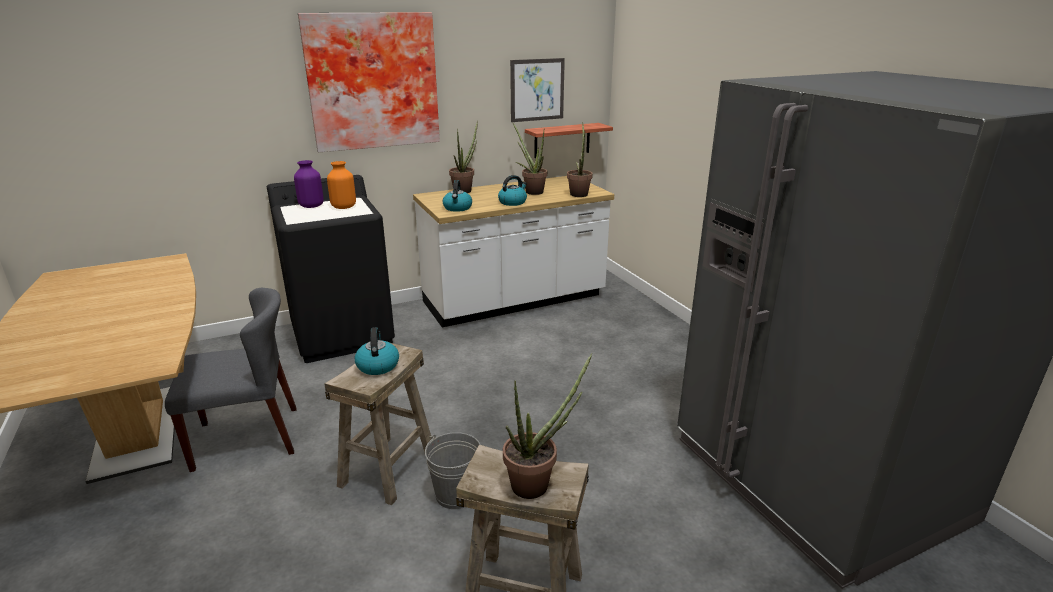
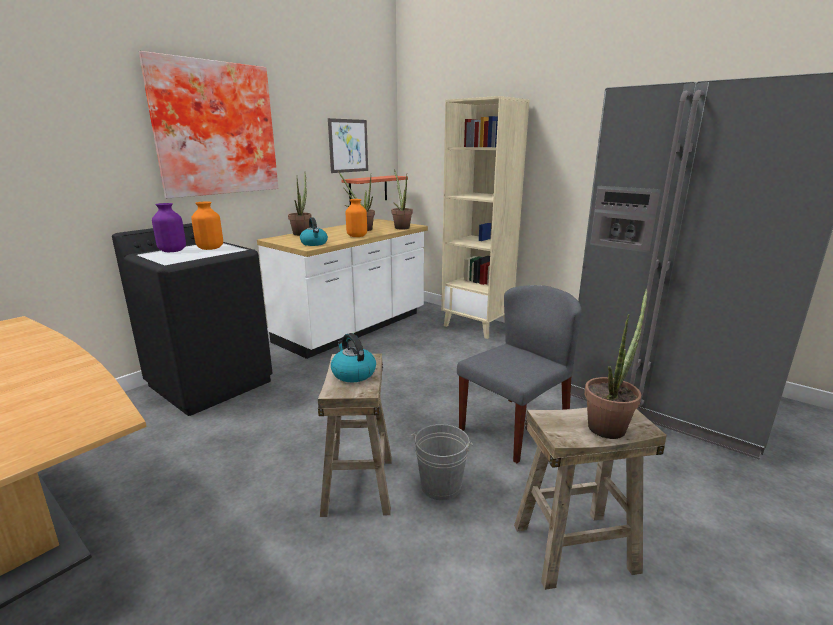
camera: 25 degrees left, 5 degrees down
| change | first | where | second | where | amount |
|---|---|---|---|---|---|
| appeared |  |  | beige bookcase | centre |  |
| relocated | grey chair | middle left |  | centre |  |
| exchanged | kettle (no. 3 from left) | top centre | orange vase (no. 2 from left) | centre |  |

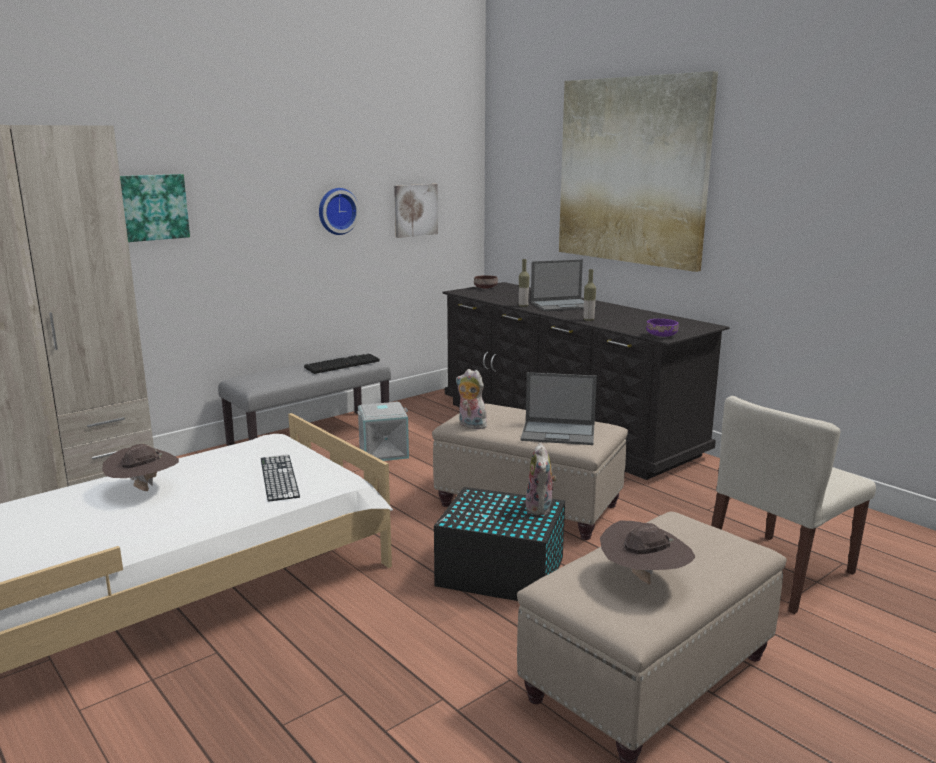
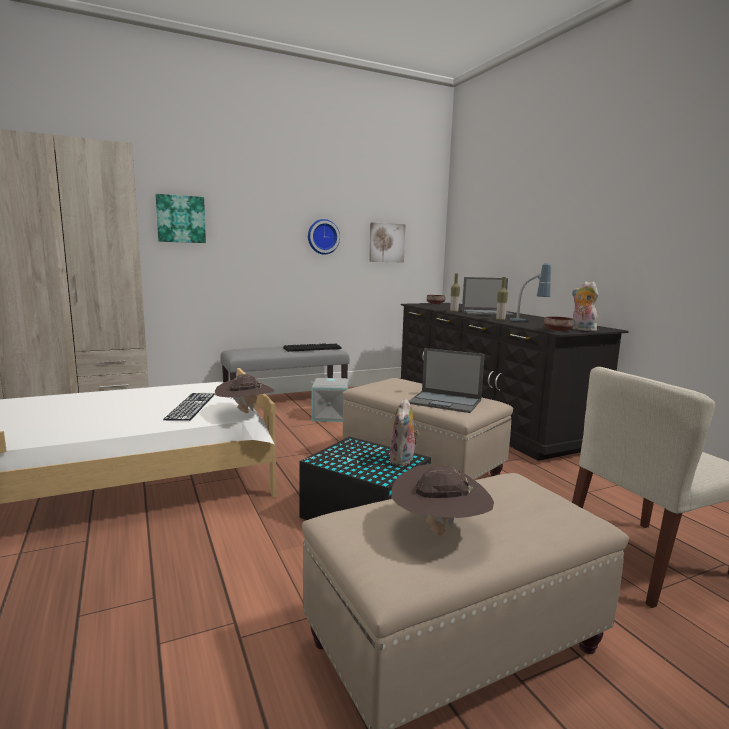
camera: 15 degrees right, 5 degrees down
| change | first | where | second | where | amount |
|---|---|---|---|---|---|
| missing | picture (no. 3 from left) | top right |  |  |  |
| appeared |  |  | table lamp | middle right |  |
| relocated | brown hat (no. 1 from left) | middle left |  | centre |  |
| relocated | plush toy (no. 1 from left in the first image) | centre | plush toy (no. 2 from left) | middle right |  |
| colour | purple bowl | middle right | brown bowl (no. 2 from left) | middle right |  |

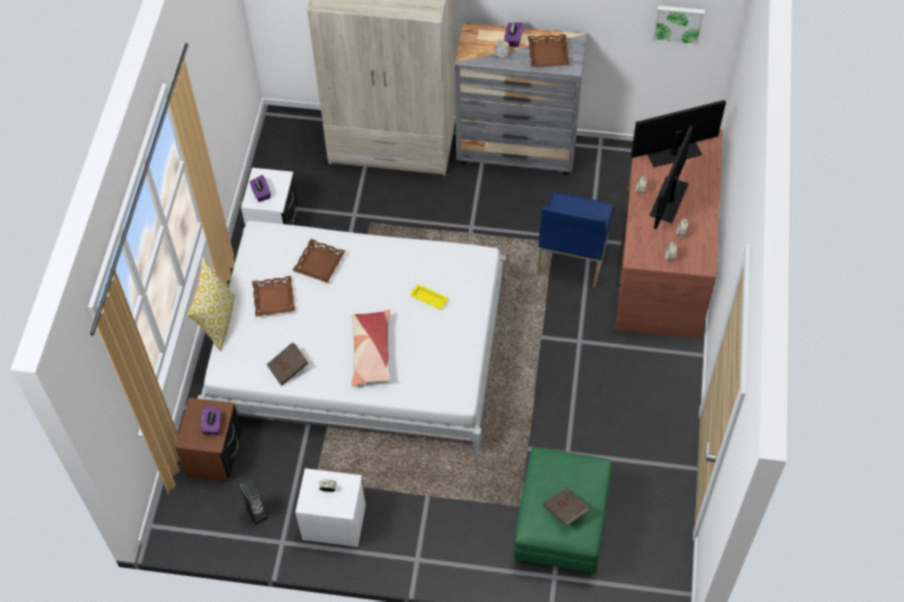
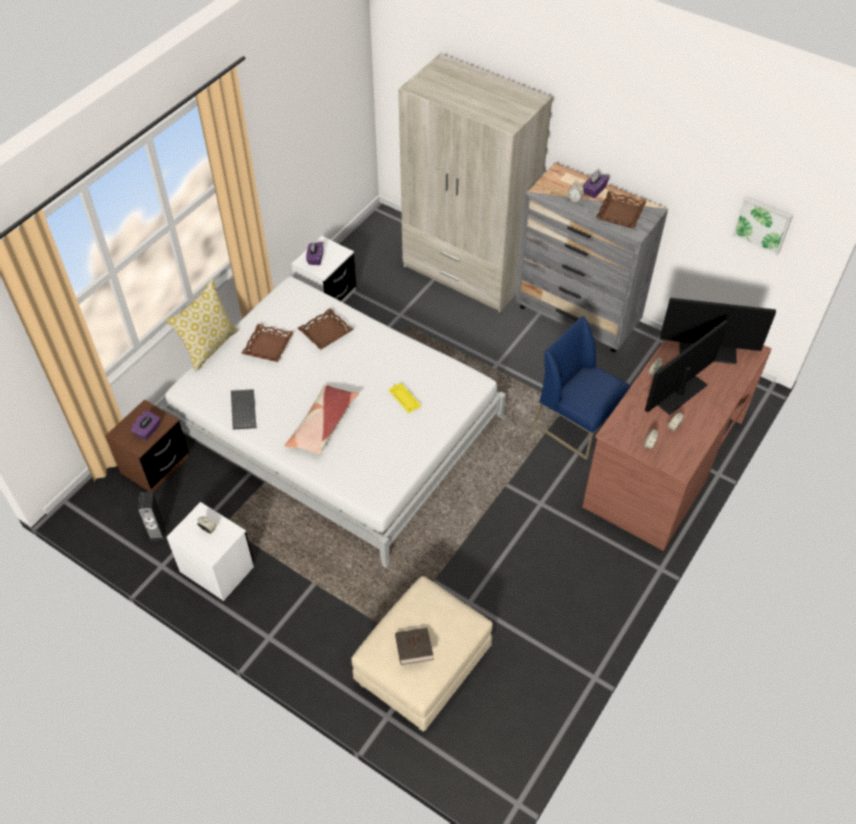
camera: 25 degrees right, 5 degrees down
| change | first | where | second | where | amount |
|---|---|---|---|---|---|
| exchanged | brown book (no. 1 from left) | middle left | keyboard | middle left |  |
| colour | green ottoman | bottom centre | beige ottoman | bottom centre |  |
| spun | blue chair | centre |  | middle right | 90 degrees clockwise |

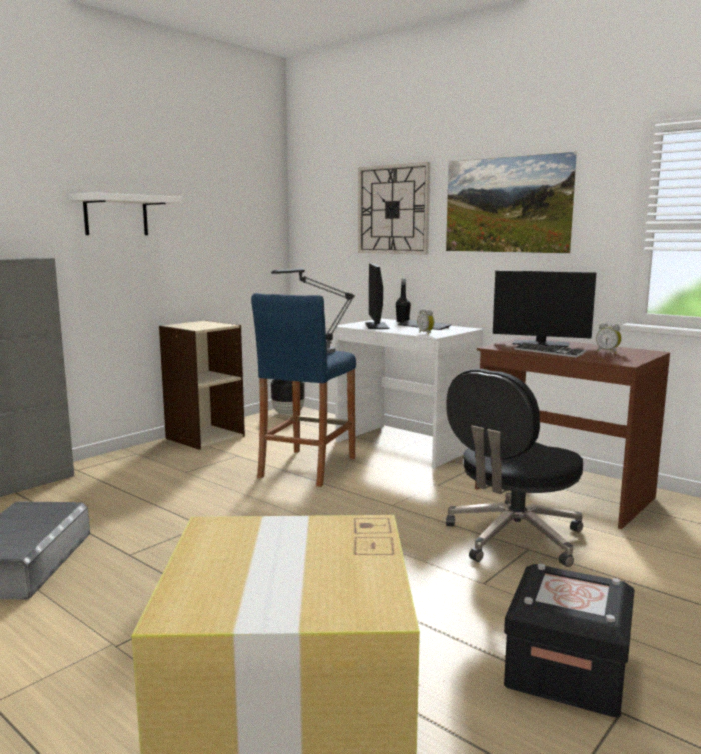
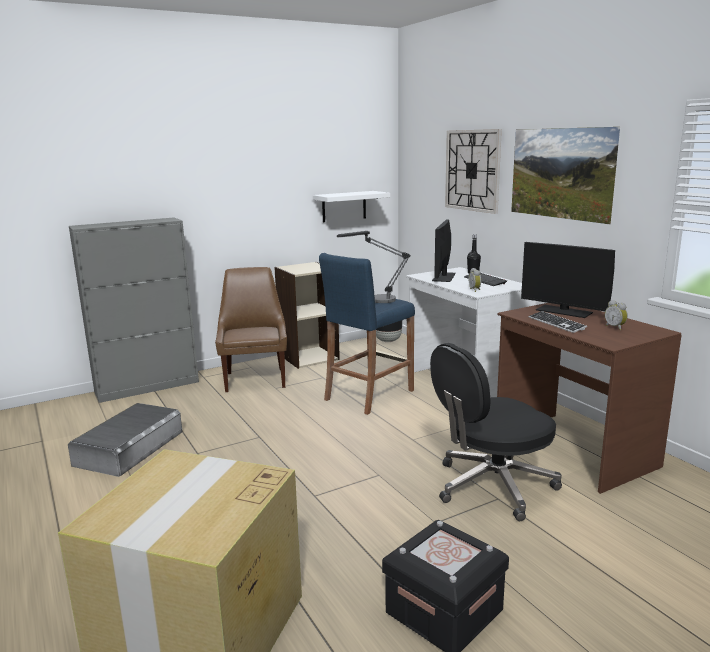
camera: 20 degrees right, 5 degrees up
| change | first | where | second | where | amount |
|---|---|---|---|---|---|
| appeared |  |  | brown chair | centre |  |
| relocated | white shelf | top left |  | top centre |  |

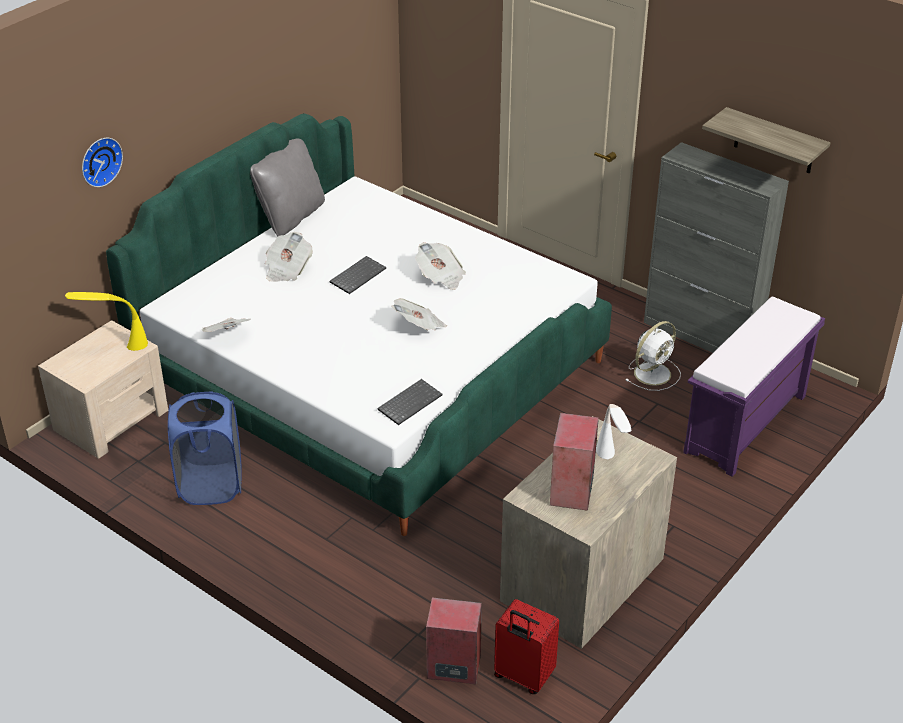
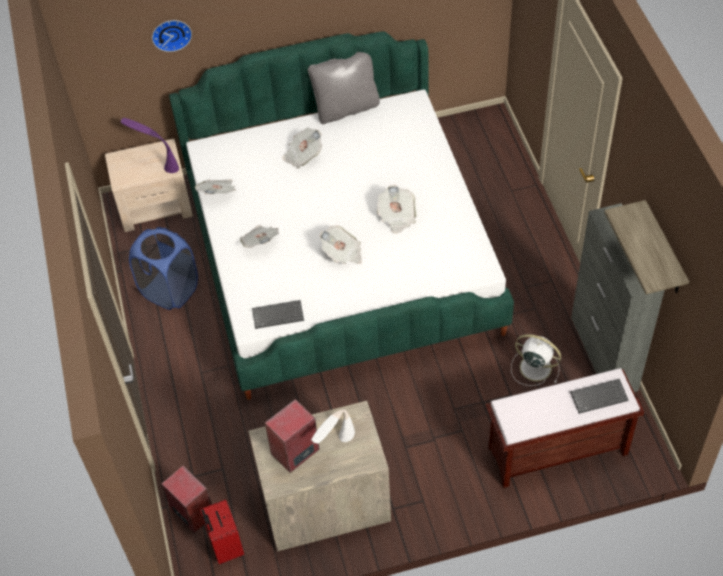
camera: 40 degrees right, 15 degrees up
| change | first | where | second | where | amount |
|---|---|---|---|---|---|
| appeared |  |  | newspaper (no. 2 from left) | centre |  |
| relocated | keyboard (no. 1 from left in the first image) | centre | keyboard (no. 2 from left) | bottom right |  |
| colour | yellow table lamp | middle left | purple table lamp | top left |  |
| colour | purple bench | middle right | brown bench | bottom right |  |
| spun | white fan | middle right |  | middle right | 150 degrees counterclockwise |

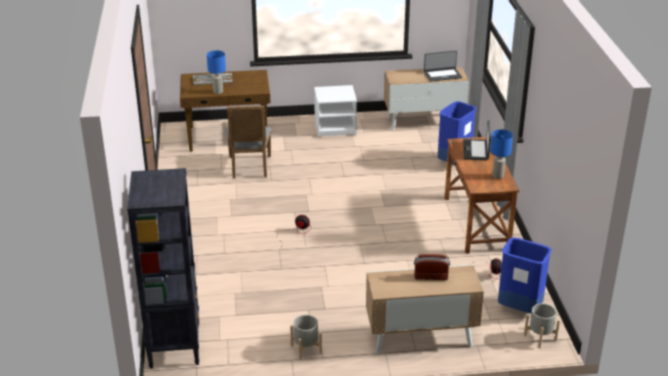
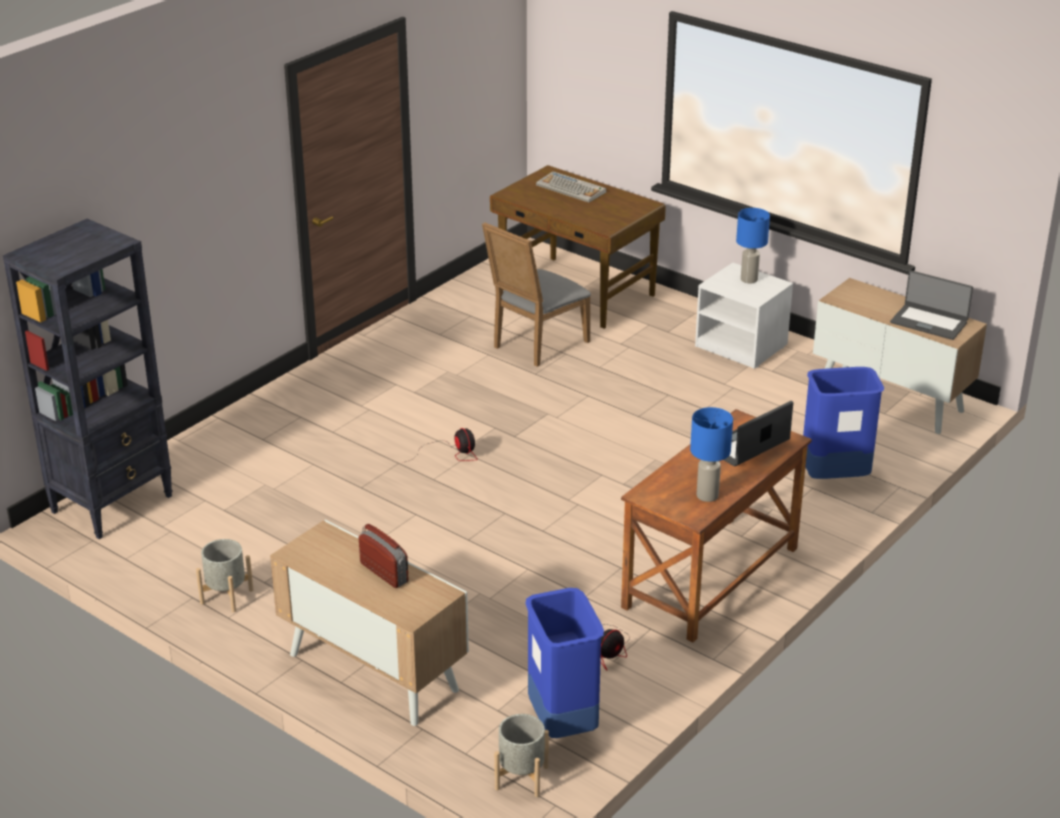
camera: 45 degrees right, 0 degrees up
| change | first | where | second | where | amount |
|---|---|---|---|---|---|
| relocated | blue table lamp (no. 1 from left in the first image) | top left | blue table lamp (no. 2 from left) | top right |  |

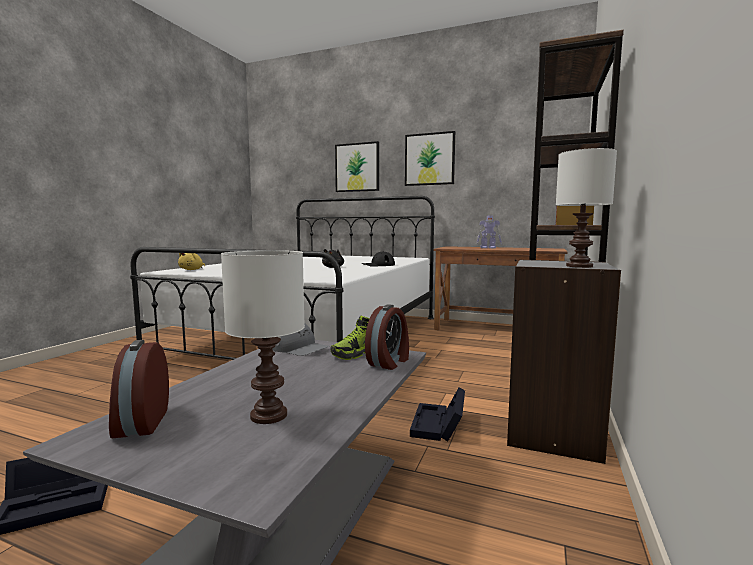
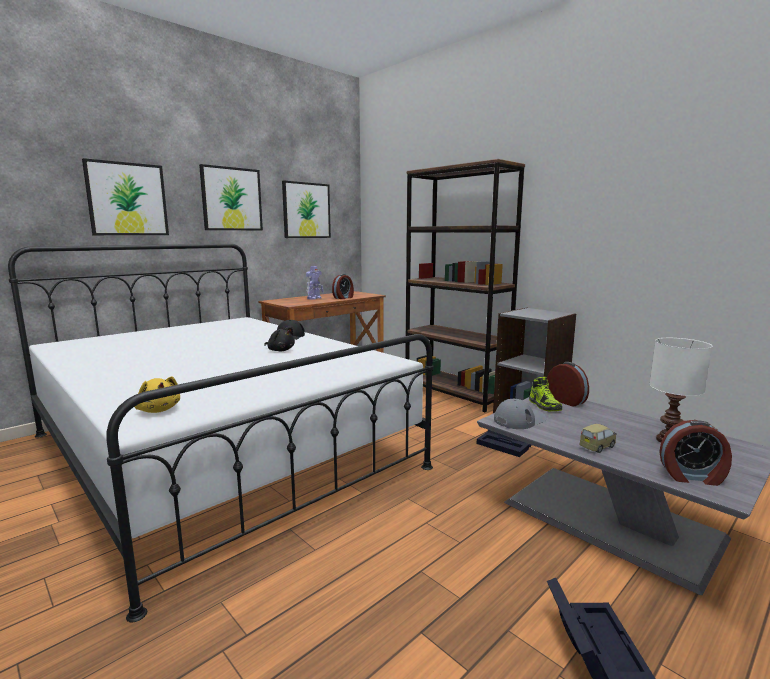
camera: 65 degrees left, 5 degrees up
| change | first | where | second | where | amount |
|---|---|---|---|---|---|
| missing | white table lamp (no. 2 from left) | middle right |  |  |  |
| appeared |  |  | picture (no. 3 from left) | top centre |  |
| appeared |  |  | alarm clock (no. 1 from left) | centre |  |
| appeared |  |  | toy car | middle right |  |

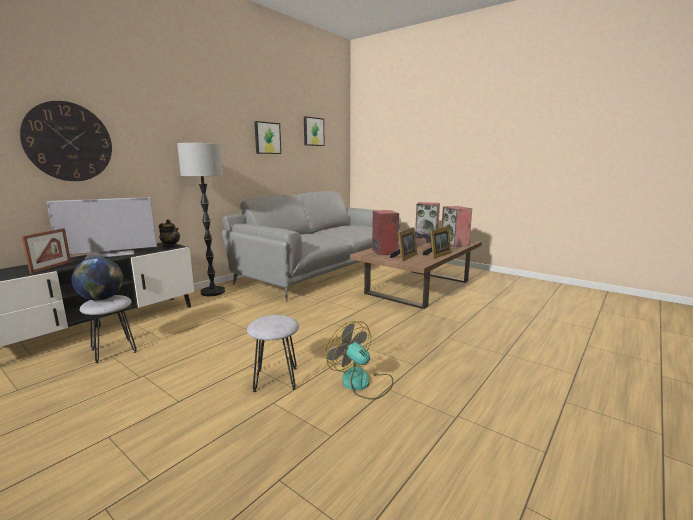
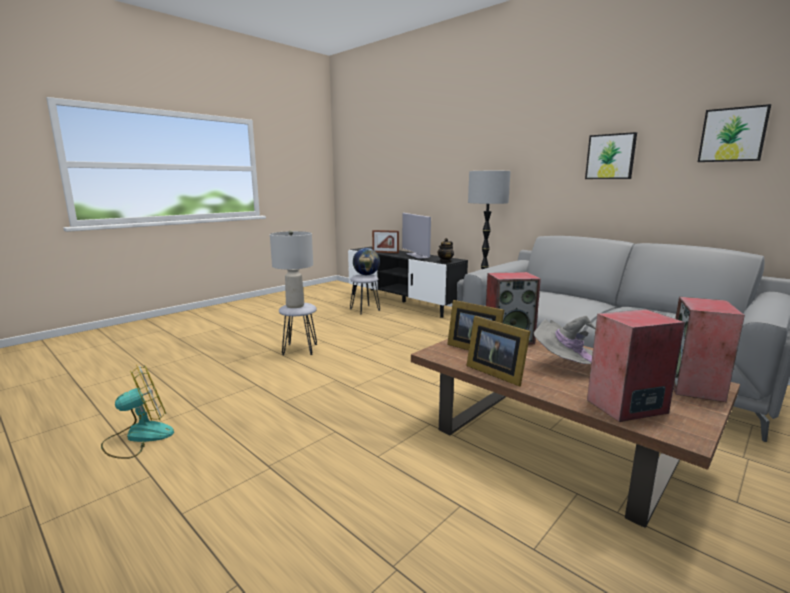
camera: 95 degrees right, 0 degrees up
| change | first | where | second | where | amount |
|---|---|---|---|---|---|
| missing | wall clock | top left |  |  |  |
| appeared |  |  | grey table lamp | centre |  |
| relocated | fan | bottom centre |  | bottom left |  |

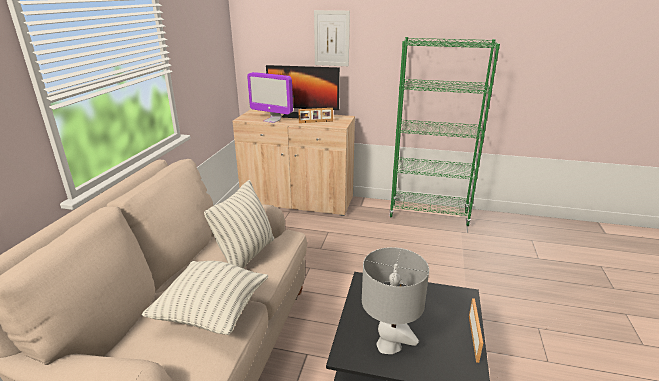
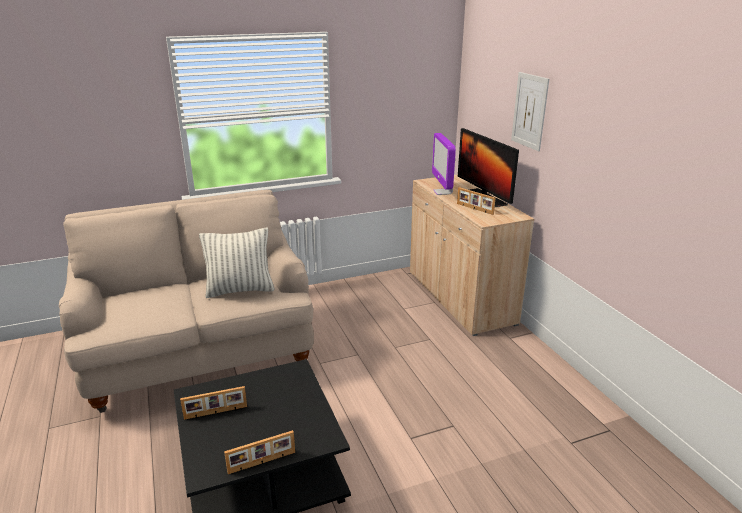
camera: 55 degrees right, 0 degrees up
| change | first | where | second | where | amount |
|---|---|---|---|---|---|
| missing | pillow (no. 1 from left) | bottom left |  |  |  |
| missing | green bookcase | middle right |  |  |  |
| exchanged | grey table lamp | bottom centre | picture frame (no. 1 from left) | bottom left |  |

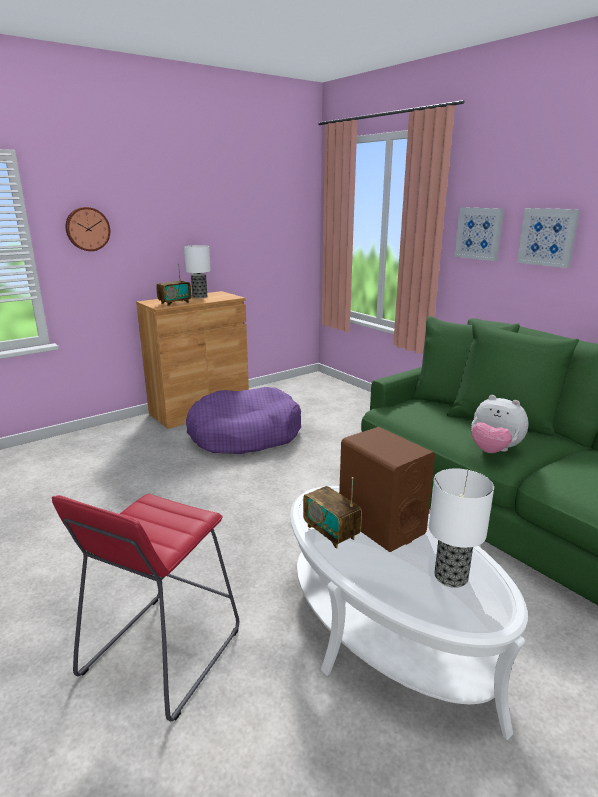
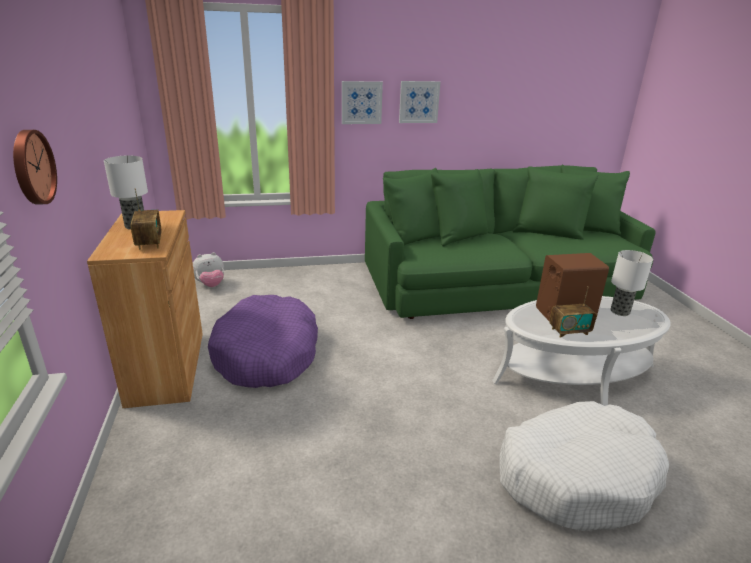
camera: 65 degrees left, 5 degrees up
| change | first | where | second | where | amount |
|---|---|---|---|---|---|
| relocated | plush toy | middle right |  | middle left |  |
| exchanged | red stool | bottom left | white dog bed | bottom right |  |

